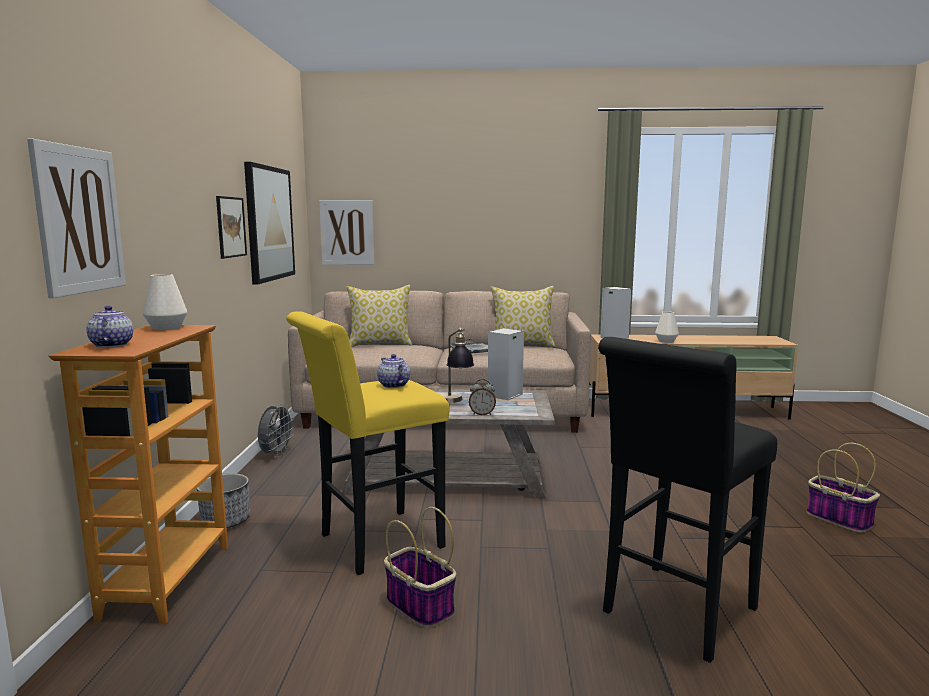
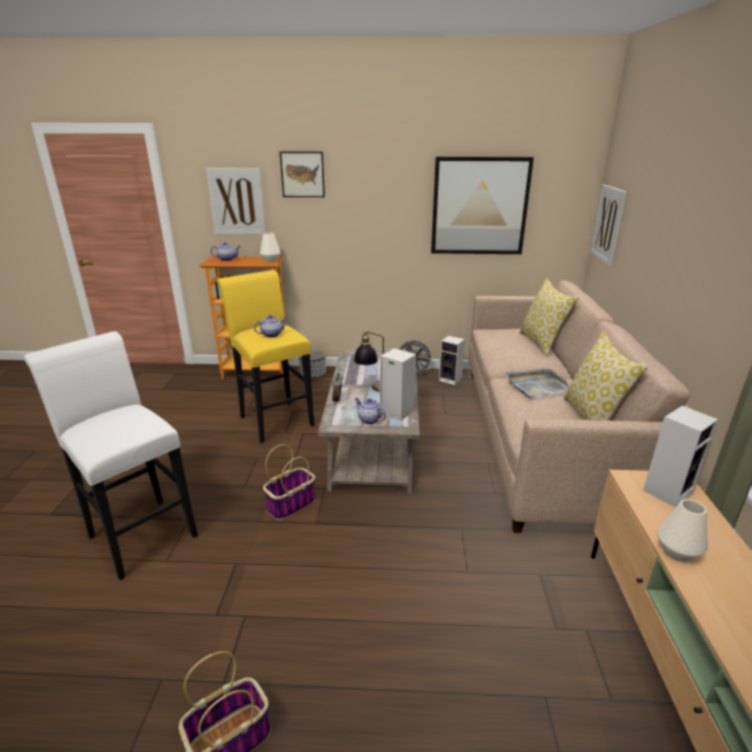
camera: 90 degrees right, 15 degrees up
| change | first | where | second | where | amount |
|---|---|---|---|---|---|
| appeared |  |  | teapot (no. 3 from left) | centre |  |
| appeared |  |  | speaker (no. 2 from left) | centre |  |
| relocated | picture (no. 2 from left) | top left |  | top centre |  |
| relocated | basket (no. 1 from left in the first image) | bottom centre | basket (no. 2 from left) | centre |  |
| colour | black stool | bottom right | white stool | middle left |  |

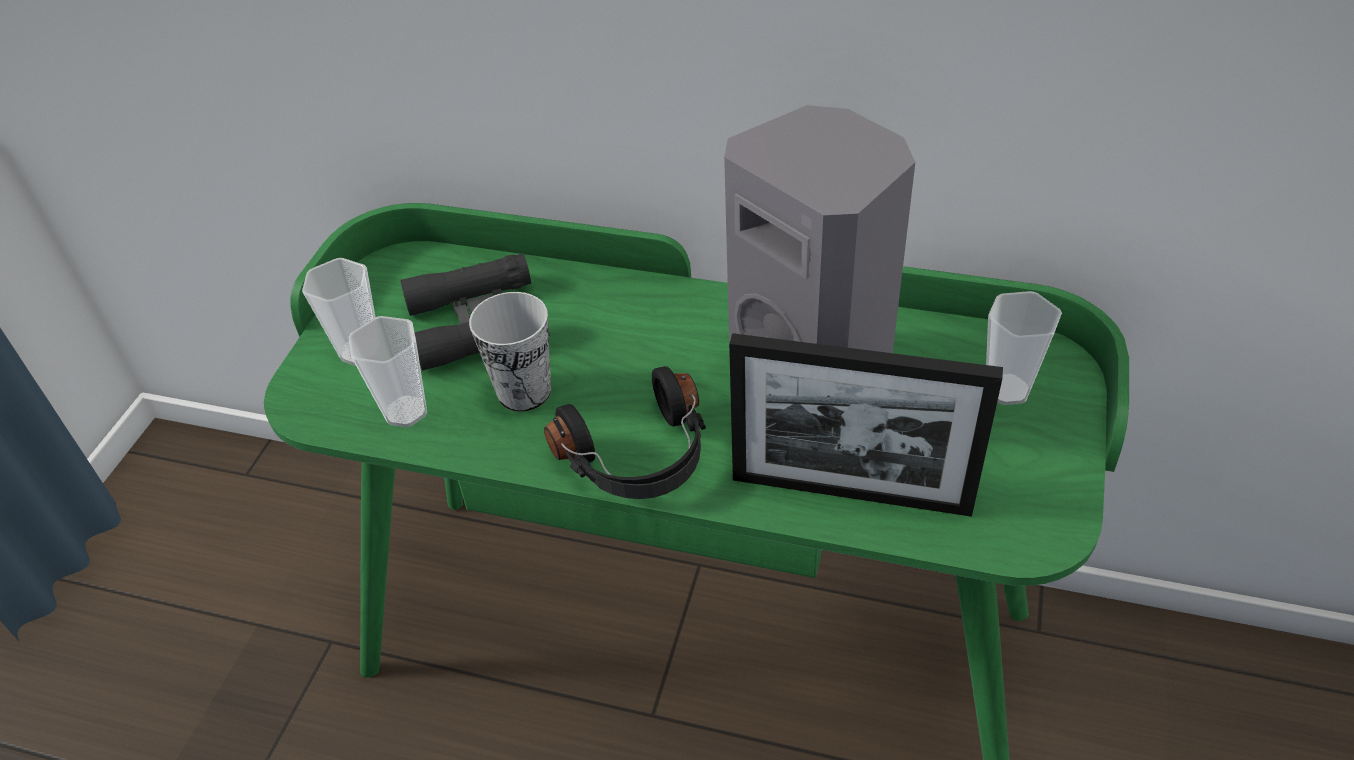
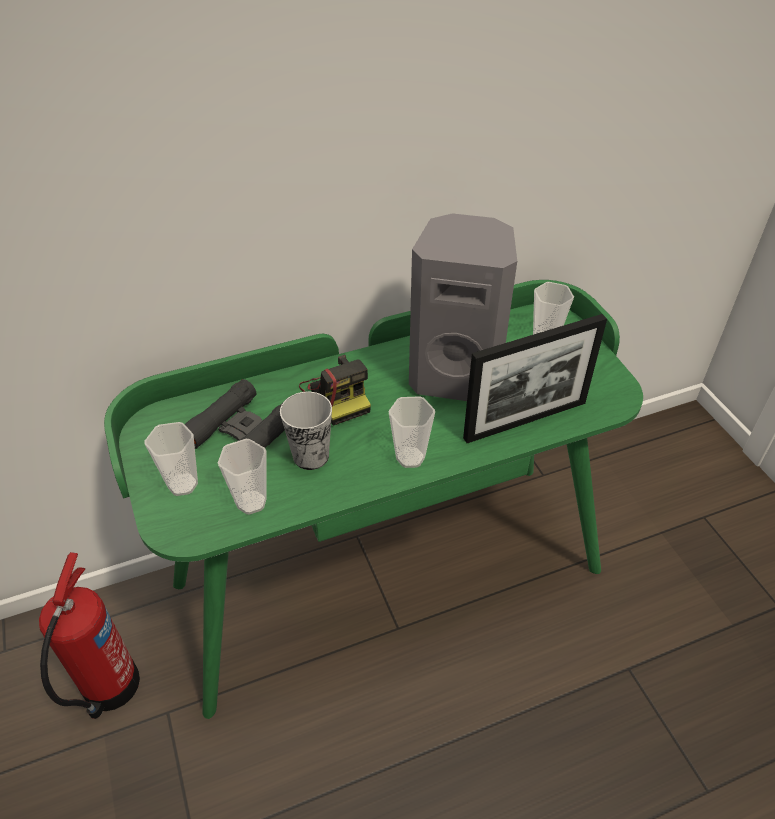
camera: 40 degrees left, 0 degrees up
| change | first | where | second | where | amount |
|---|---|---|---|---|---|
| appeared |  |  | fire extinguisher | bottom left |  |
| appeared |  |  | photo camera | centre |  |
| exchanged | black headphones | centre | cup (no. 4 from left) | centre |  |

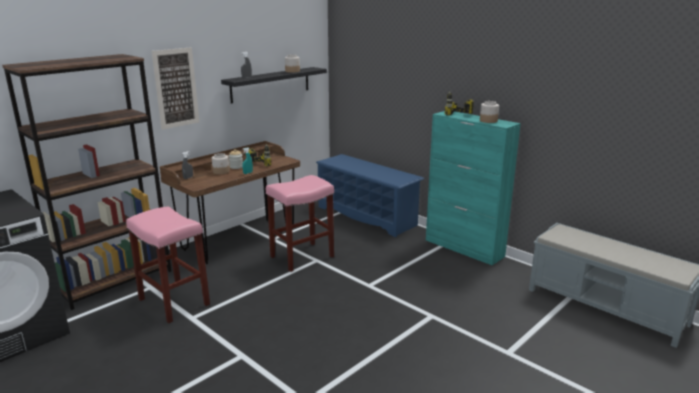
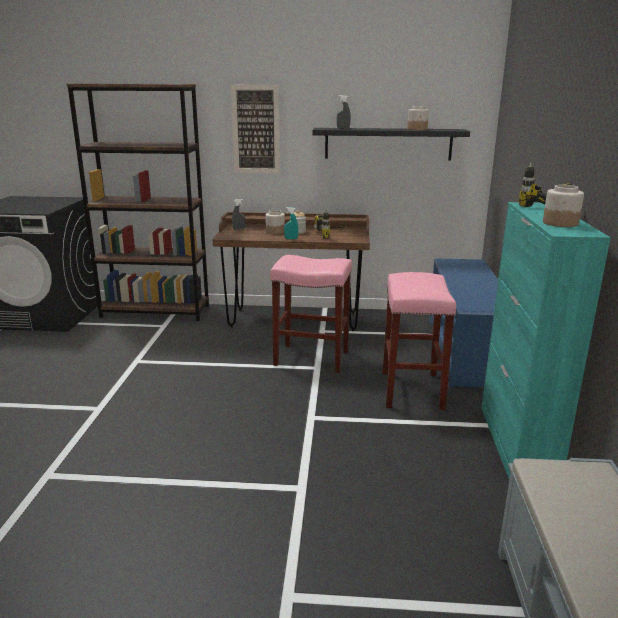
camera: 50 degrees right, 0 degrees up
| change | first | where | second | where | amount |
|---|---|---|---|---|---|
| relocated | pink stool (no. 1 from left in the first image) | bottom left | pink stool (no. 2 from left) | middle right |  |

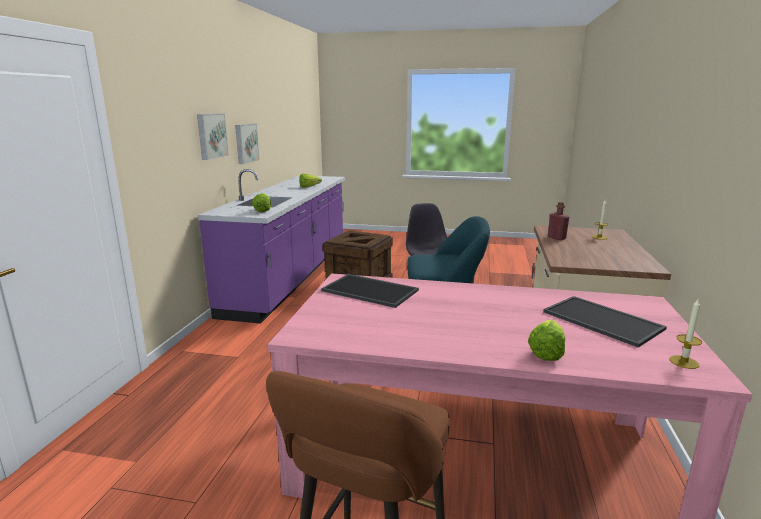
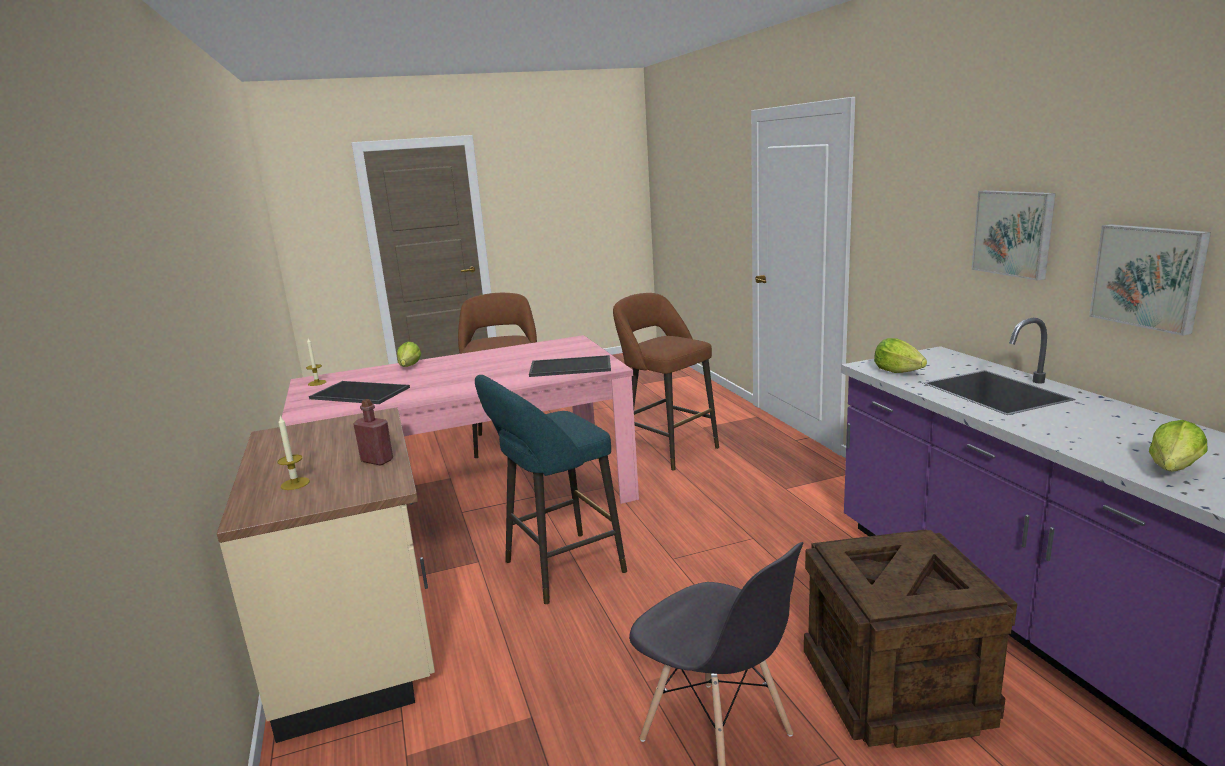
camera: 150 degrees right, 0 degrees up
| change | first | where | second | where | amount |
|---|---|---|---|---|---|
| appeared |  |  | brown stool (no. 2 from left) | centre |  |

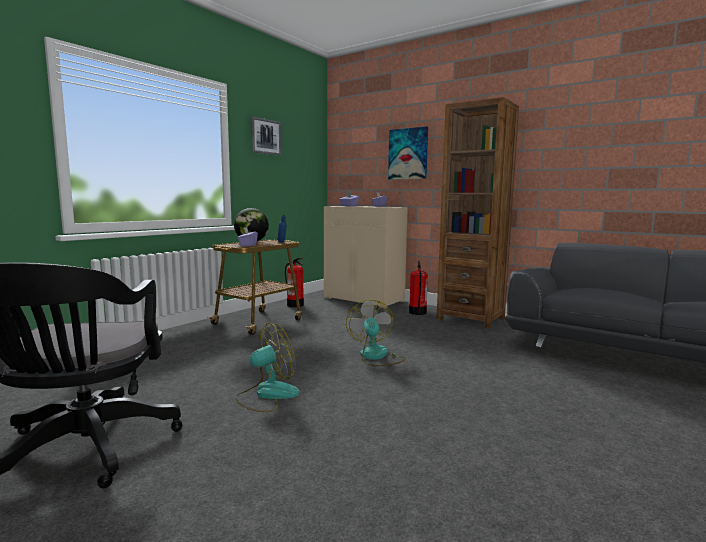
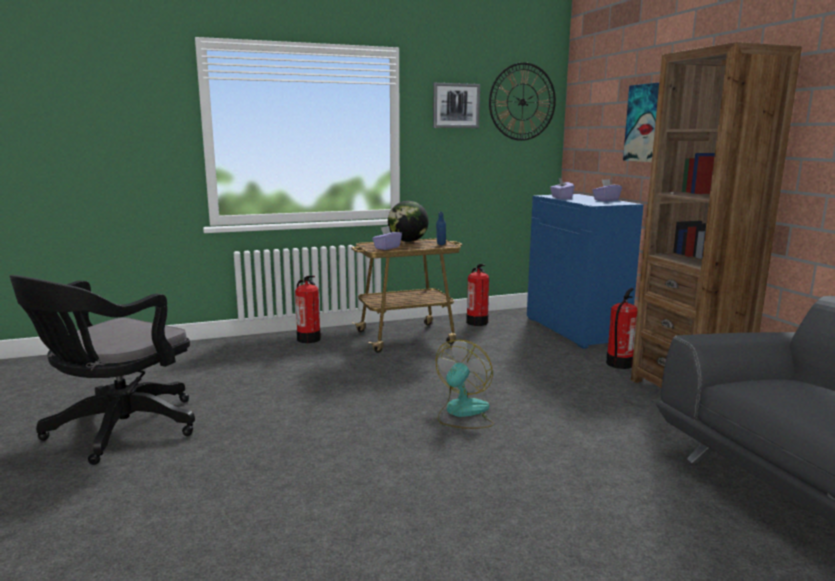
camera: 35 degrees right, 5 degrees up
| change | first | where | second | where | amount |
|---|---|---|---|---|---|
| missing | fan (no. 1 from left) | bottom centre |  |  |  |
| appeared |  |  | fire extinguisher (no. 1 from left) | centre |  |
| appeared |  |  | wall clock | top centre |  |
| colour | beige cabinet | centre | blue cabinet | middle right |  |

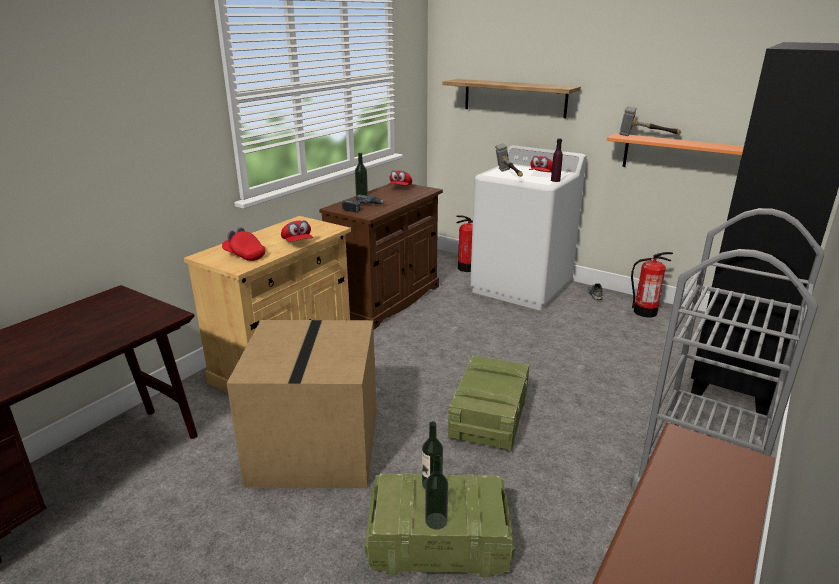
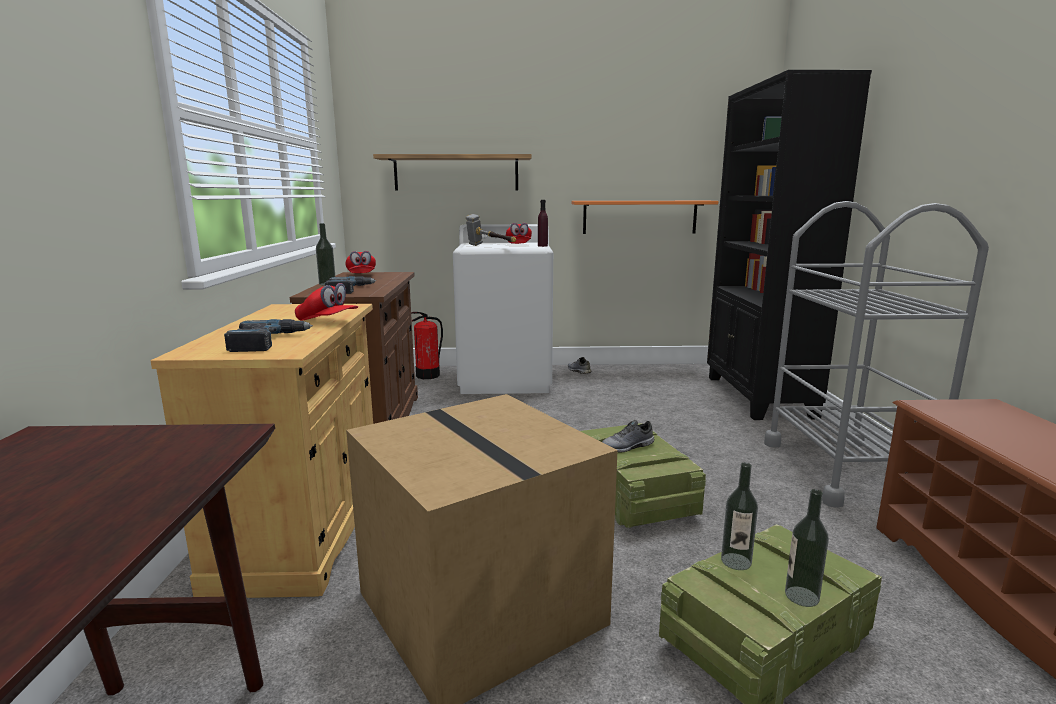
camera: 35 degrees left, 10 degrees down
| change | first | where | second | where | amount |
|---|---|---|---|---|---|
| missing | hammer (no. 2 from left) | top right |  |  |  |
| missing | fire extinguisher (no. 2 from left) | middle right |  |  |  |
| appeared |  |  | grey shoe (no. 2 from left) | centre |  |
| exchanged | red cap (no. 1 from left) | middle left | power drill (no. 1 from left) | middle left |  |

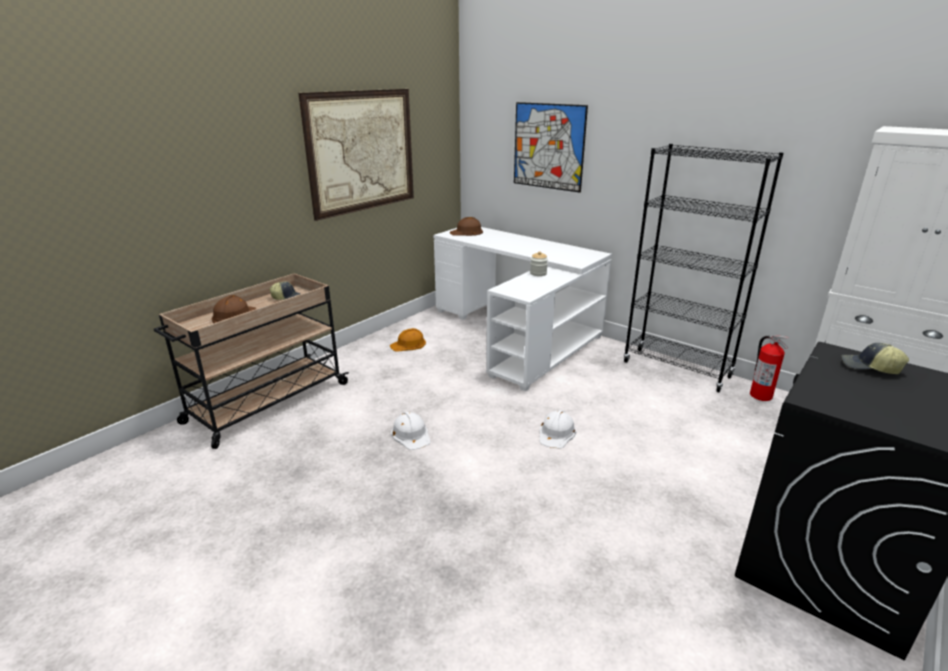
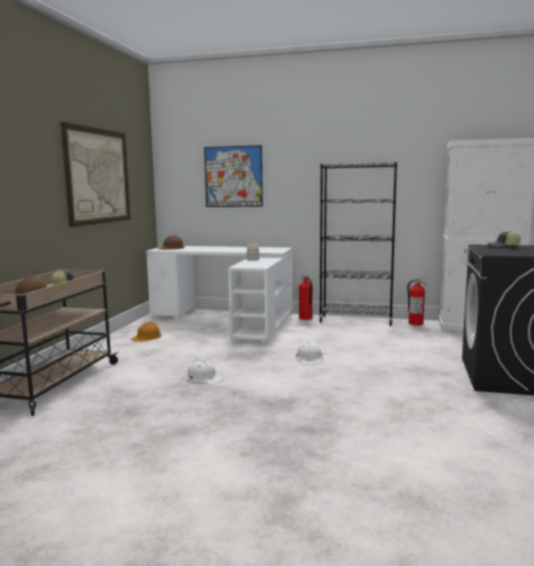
camera: 25 degrees left, 15 degrees down
| change | first | where | second | where | amount |
|---|---|---|---|---|---|
| appeared |  |  | fire extinguisher (no. 1 from left) | centre |  |

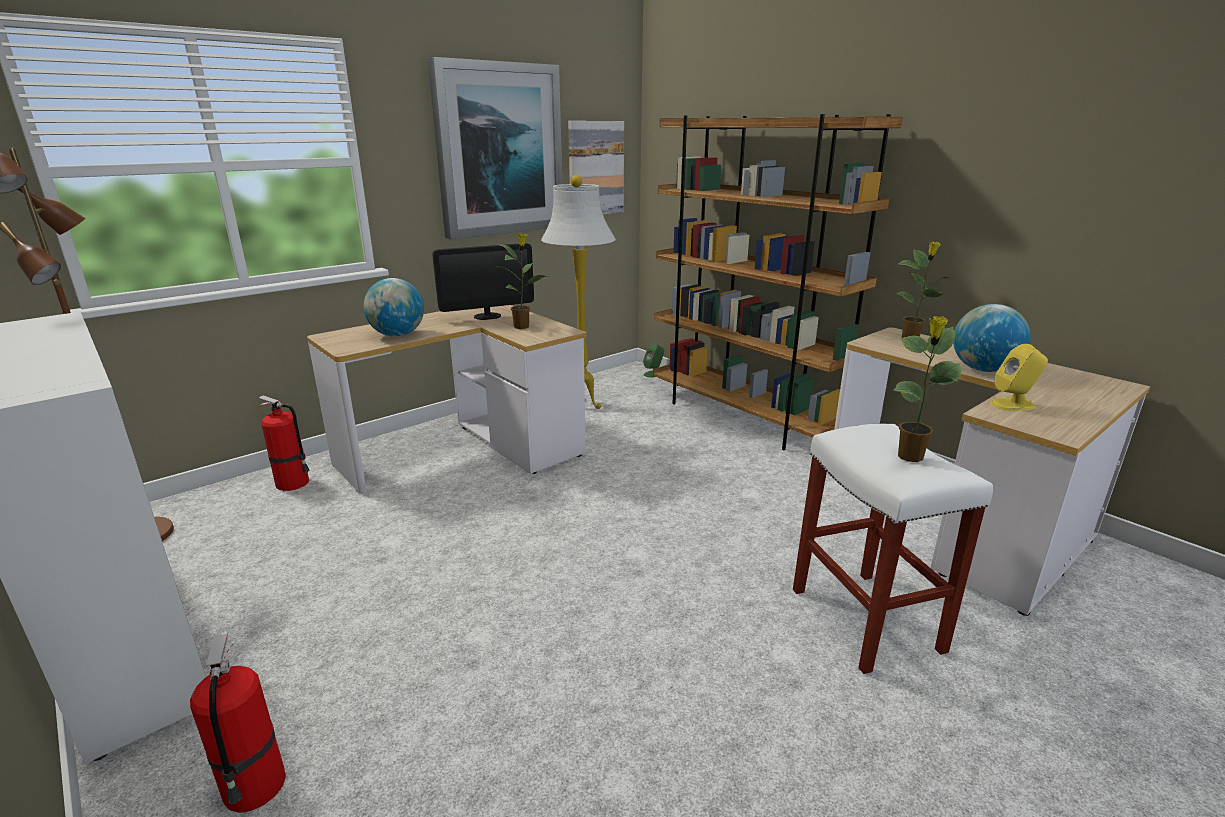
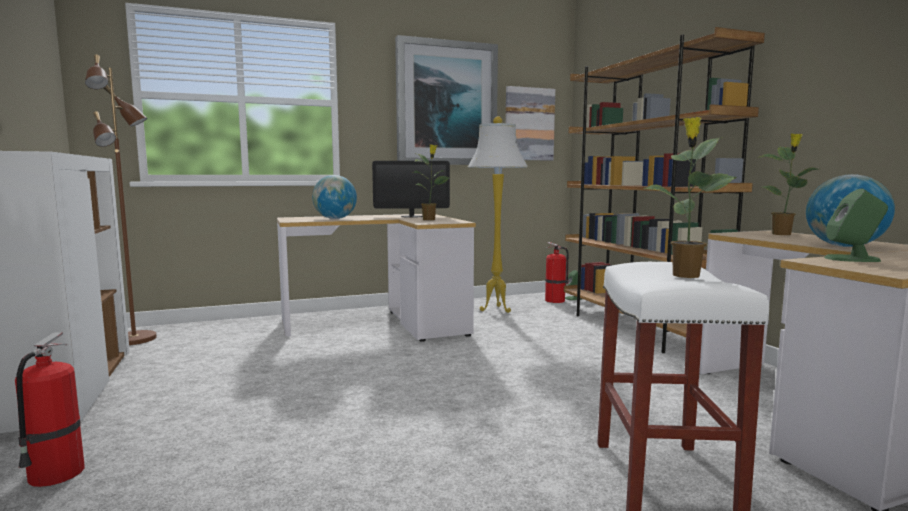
camera: 20 degrees right, 15 degrees down
| change | first | where | second | where | amount |
|---|---|---|---|---|---|
| relocated | fire extinguisher (no. 2 from left) | middle left |  | centre |  |
| colour | yellow speaker | middle right | green speaker (no. 2 from left) | middle right |  |

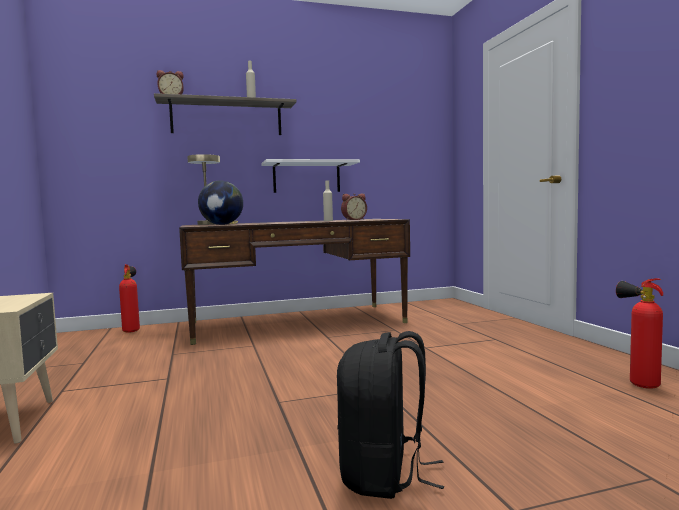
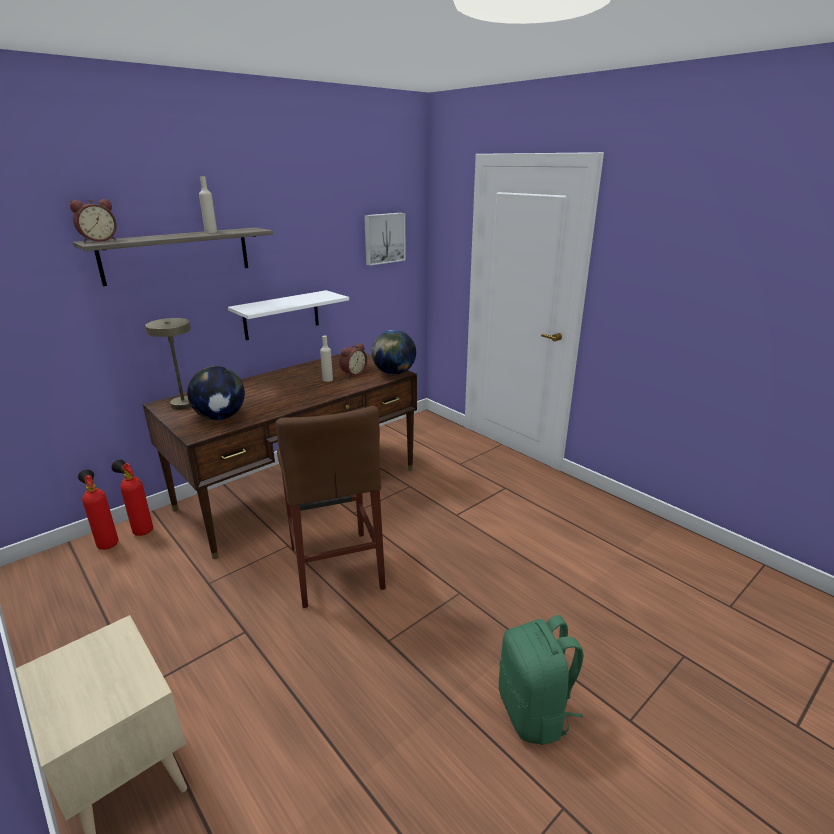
camera: 25 degrees left, 20 degrees up
| change | first | where | second | where | amount |
|---|---|---|---|---|---|
| appeared |  |  | brown stool | centre |  |
| appeared |  |  | picture | top centre |  |
| appeared |  |  | globe (no. 2 from left) | centre |  |
| relocated | fire extinguisher (no. 2 from left) | middle right |  | middle left |  |
| colour | black backpack | bottom centre | green backpack | bottom centre |  |

